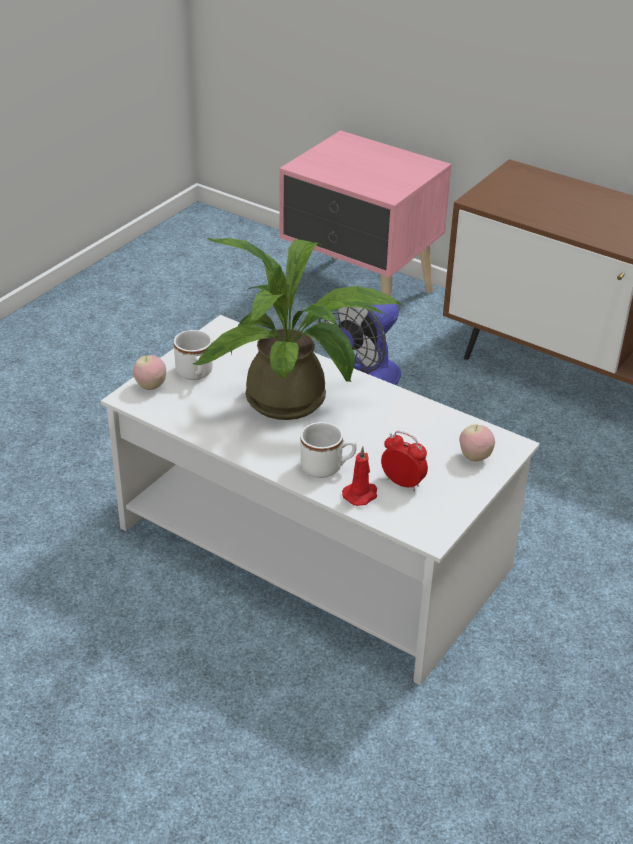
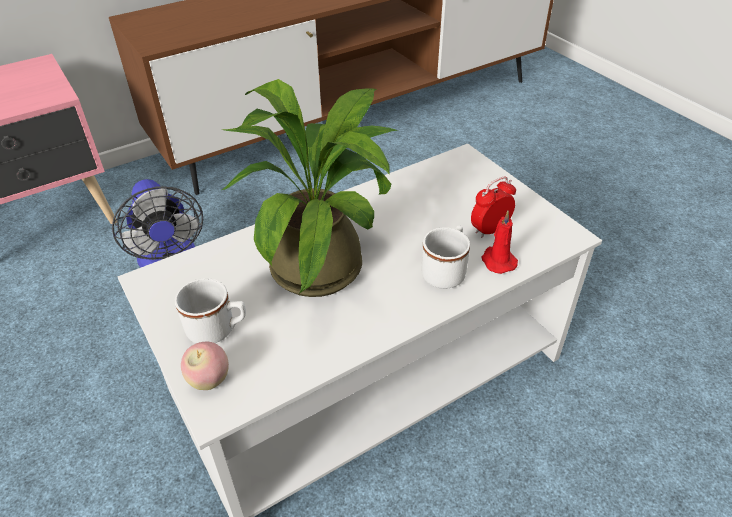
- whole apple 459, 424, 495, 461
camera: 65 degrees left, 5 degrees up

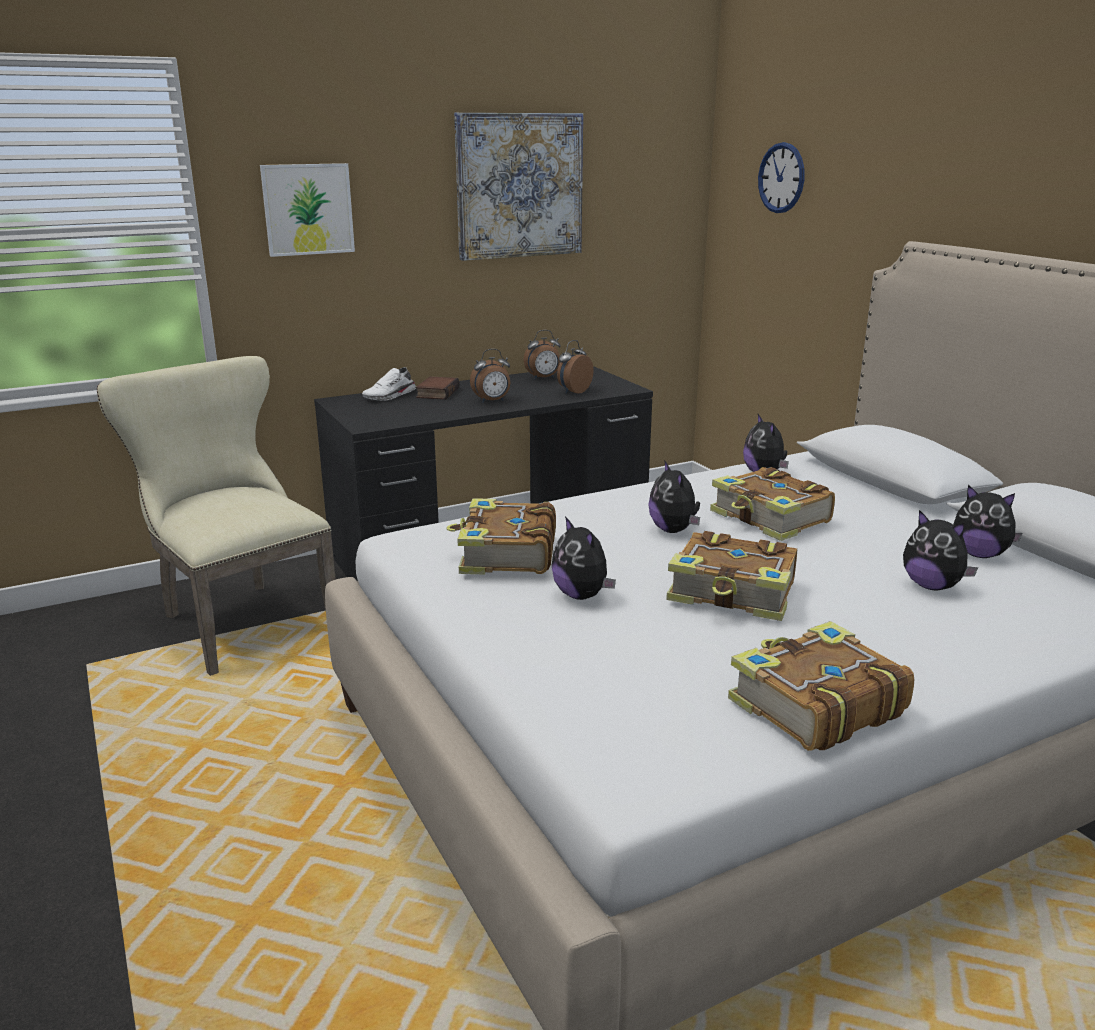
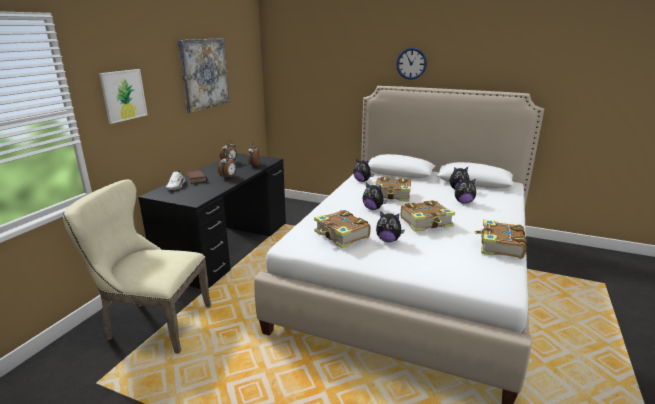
~ hanging clock 758, 142, 805, 213 to 396, 48, 427, 80
camera: 40 degrees left, 0 degrees up

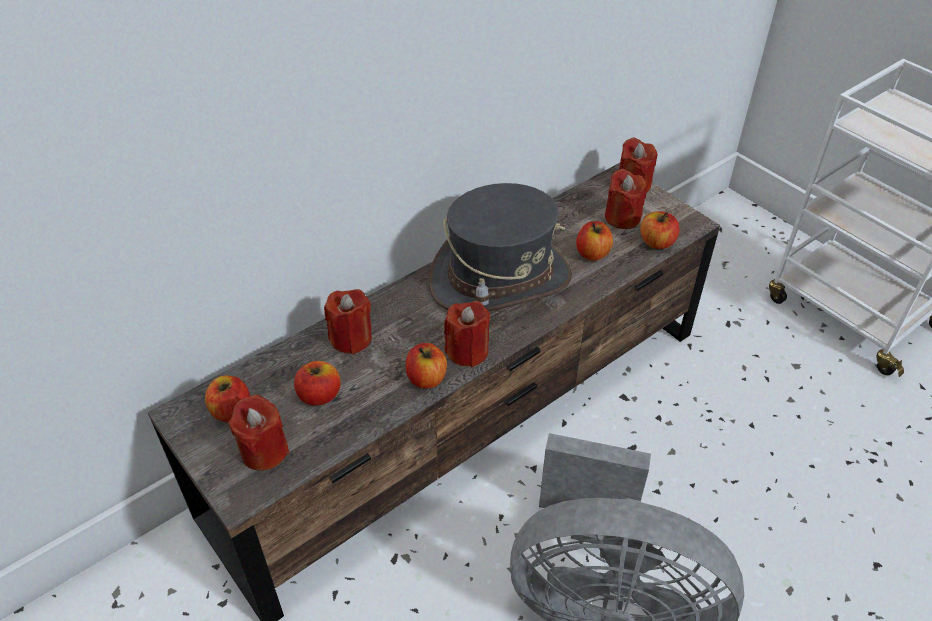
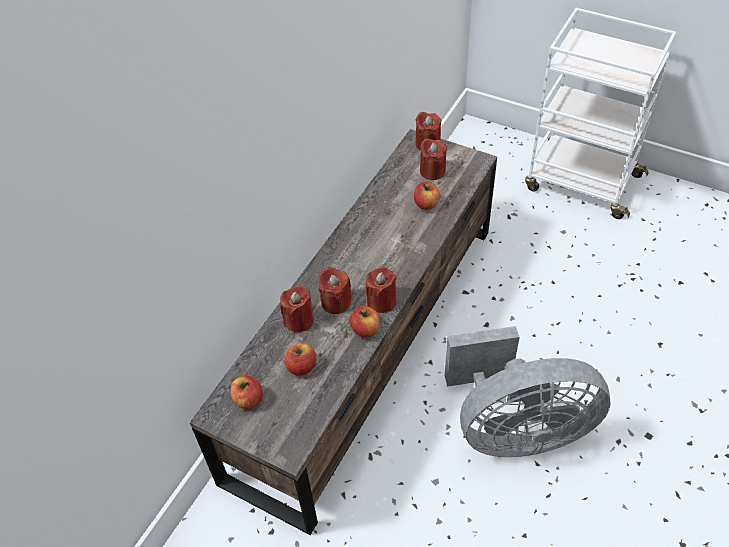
~ reddish wax light 228, 394, 289, 471 to 319, 267, 352, 314
- greyish clothing hat 429, 183, 572, 312
- whole apple 640, 211, 680, 249
camera: 20 degrees left, 5 degrees up

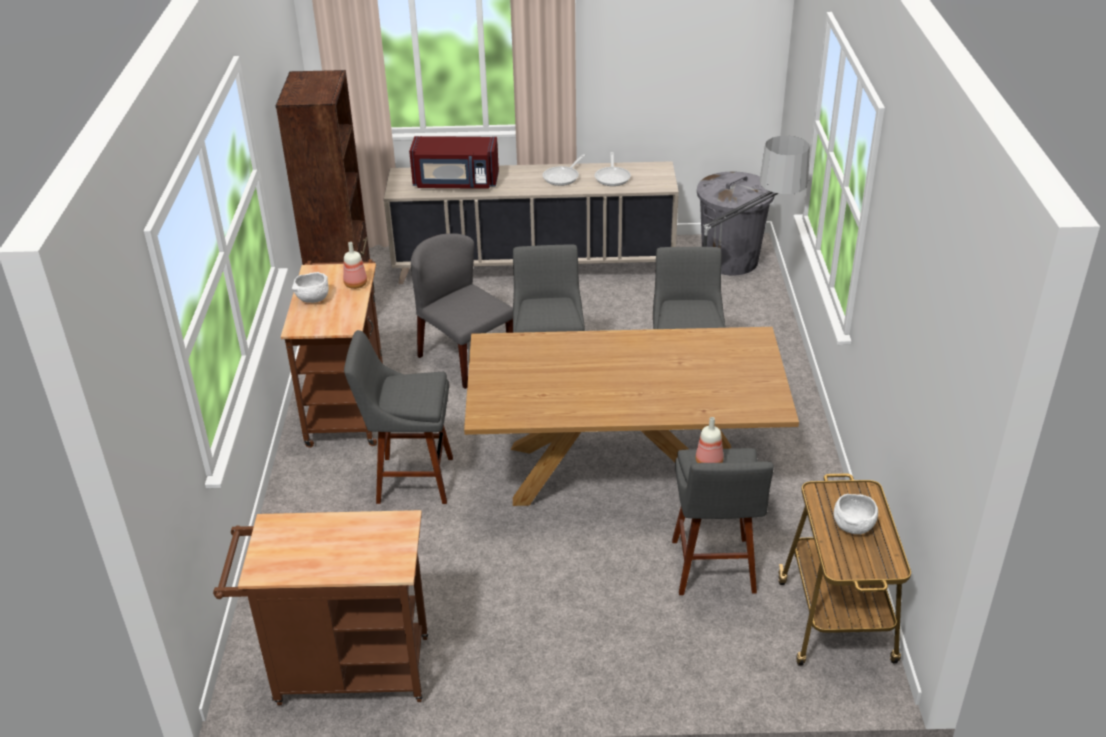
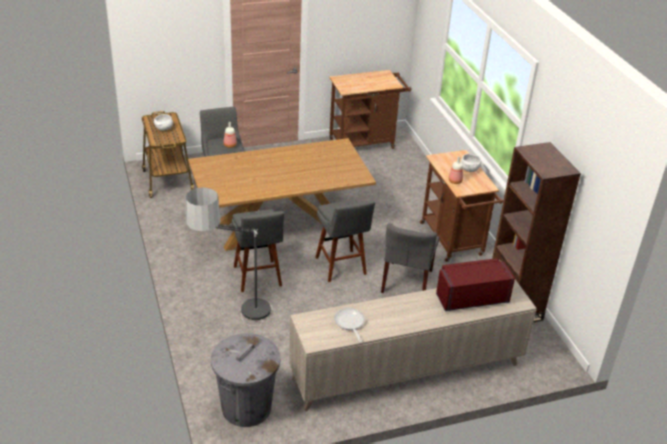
- greyish sitting stool 344, 330, 453, 504
~ greyish plain chair 411, 233, 513, 389 = 381, 223, 439, 293 75 degrees clockwise
- pan 543, 154, 585, 186
camera: 160 degrees right, 0 degrees up

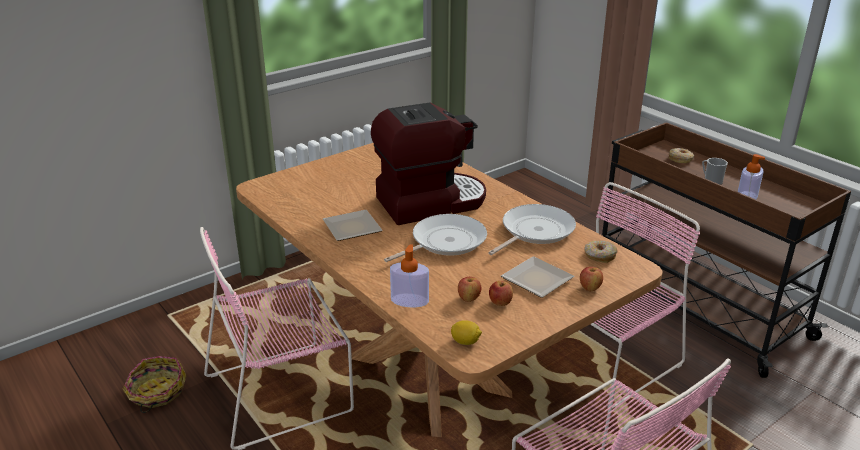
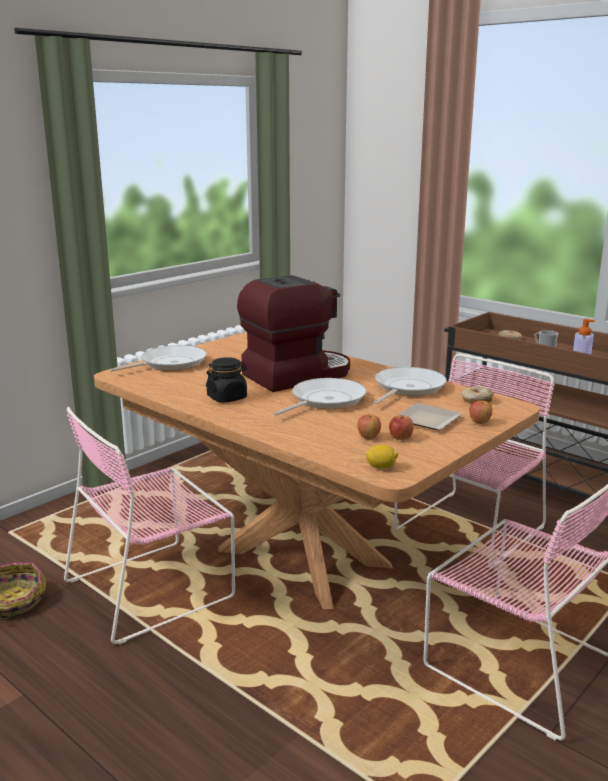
~ plate 323, 210, 383, 241 to blackish jar 206, 357, 247, 403
- soap bottle 390, 244, 429, 308
+ pan 109, 345, 207, 372
camera: 10 degrees left, 10 degrees down

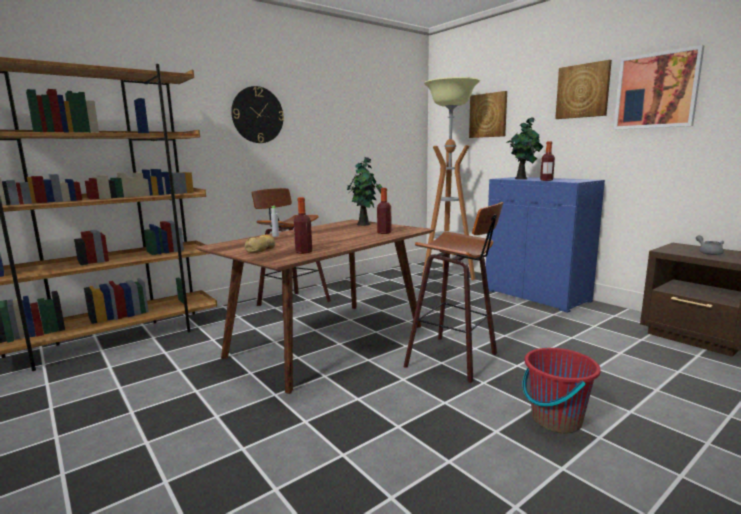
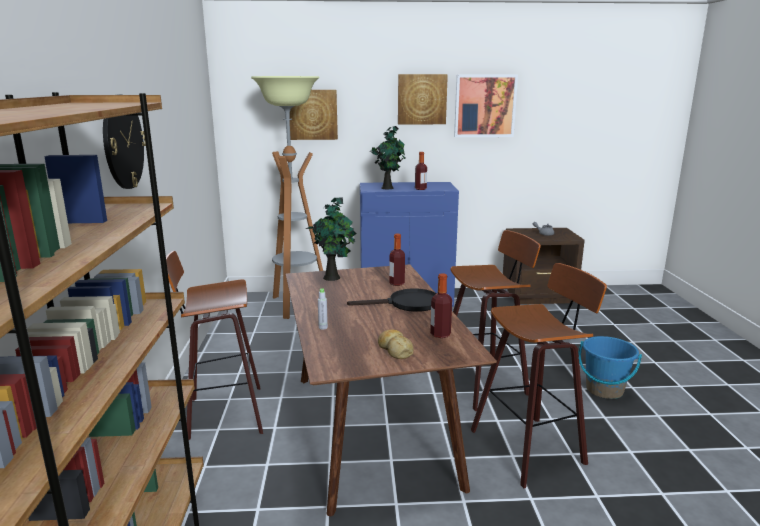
~ reddish bucket 522, 347, 601, 433 to blue-coloured bucket 578, 336, 642, 399
+ blackish pan 347, 289, 436, 312
+ sitting stool 471, 263, 607, 488
camera: 55 degrees left, 5 degrees up

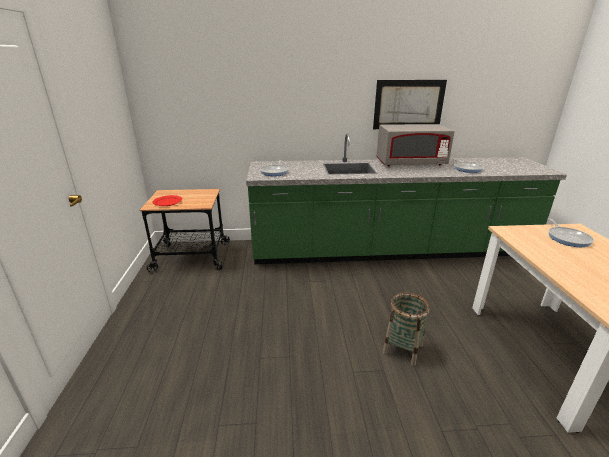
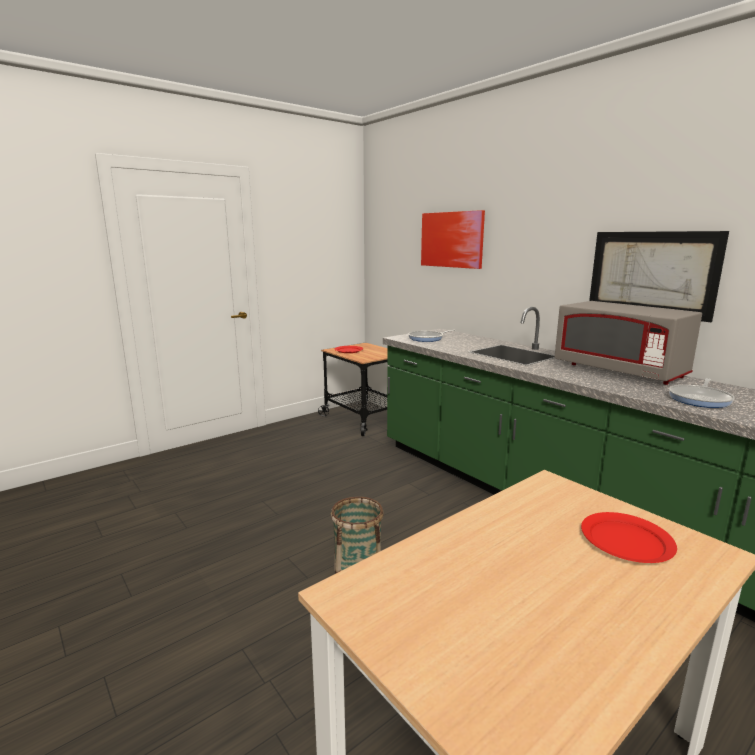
~ pan 547, 218, 594, 247 to reddish plate 581, 512, 677, 563
+ wall art 421, 210, 485, 269
camera: 55 degrees right, 10 degrees down

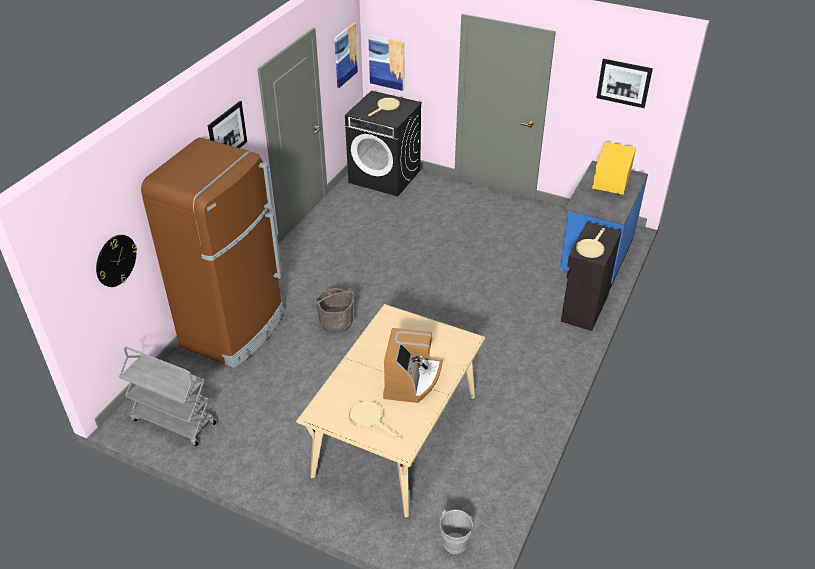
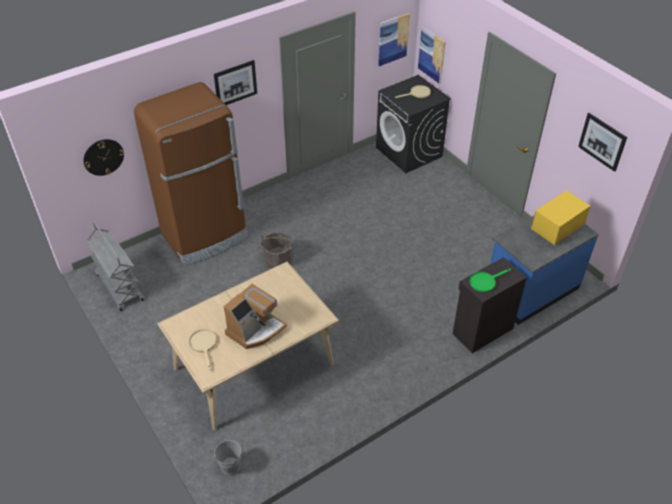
~ sand-coloured pan 576, 228, 605, 258 to green-coloured pan 469, 268, 511, 292
camera: 30 degrees right, 5 degrees up

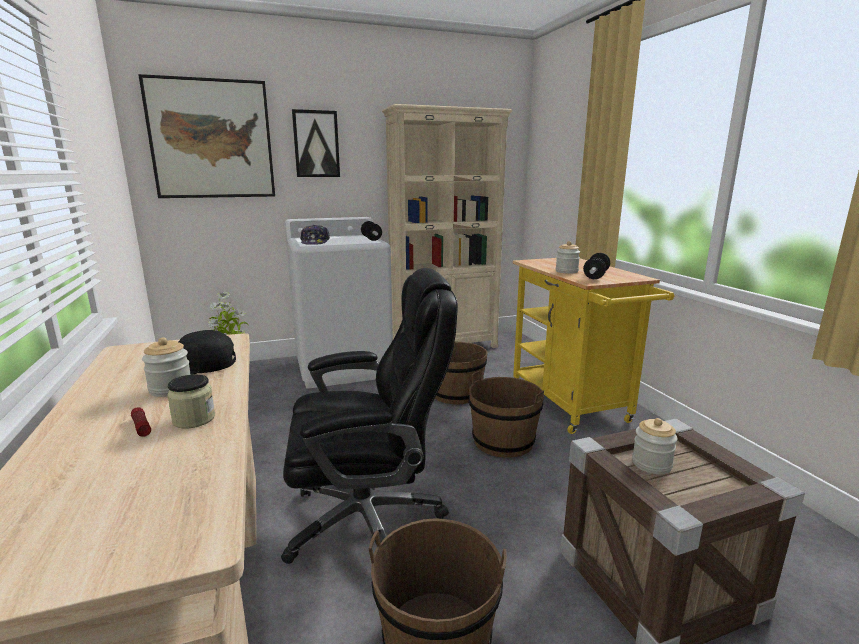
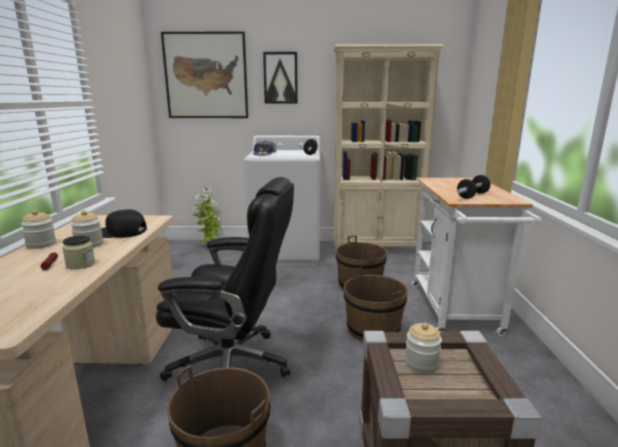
~ yellow cart 513, 258, 674, 434 to white-coloured cart 411, 178, 541, 336
~ jar 556, 241, 580, 274 to 21, 210, 56, 249
camera: 20 degrees right, 0 degrees up

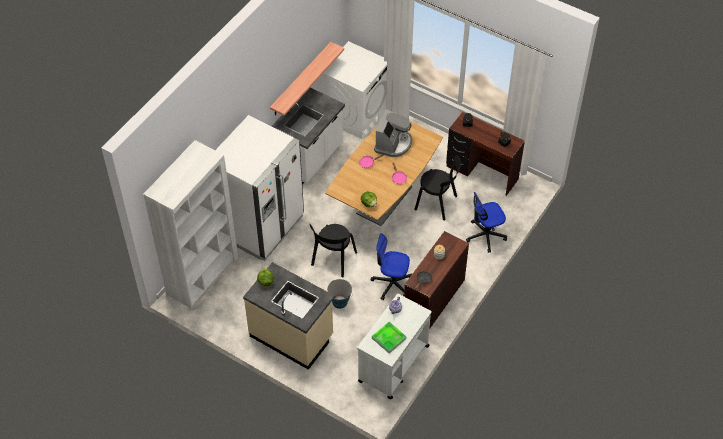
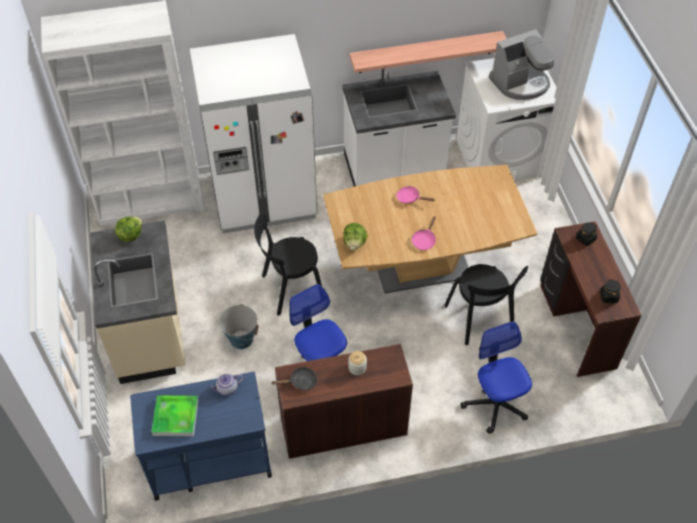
~ white-coloured cart 357, 294, 432, 399 to blue-coloured cart 130, 372, 272, 501
~ coffee machine 374, 109, 412, 157 to 489, 29, 554, 100
~ computer chair 466, 192, 507, 253 = 460, 321, 532, 434 45 degrees clockwise
camera: 45 degrees right, 0 degrees up

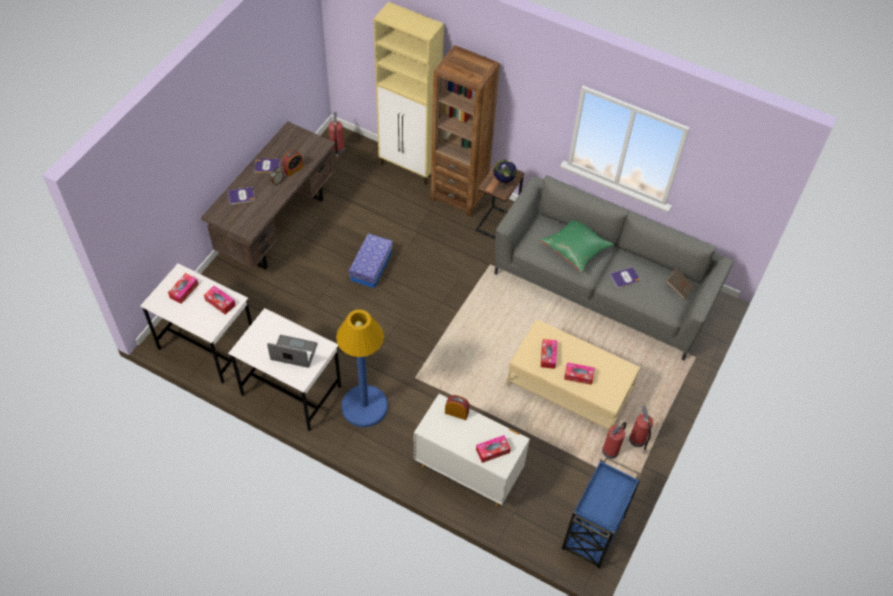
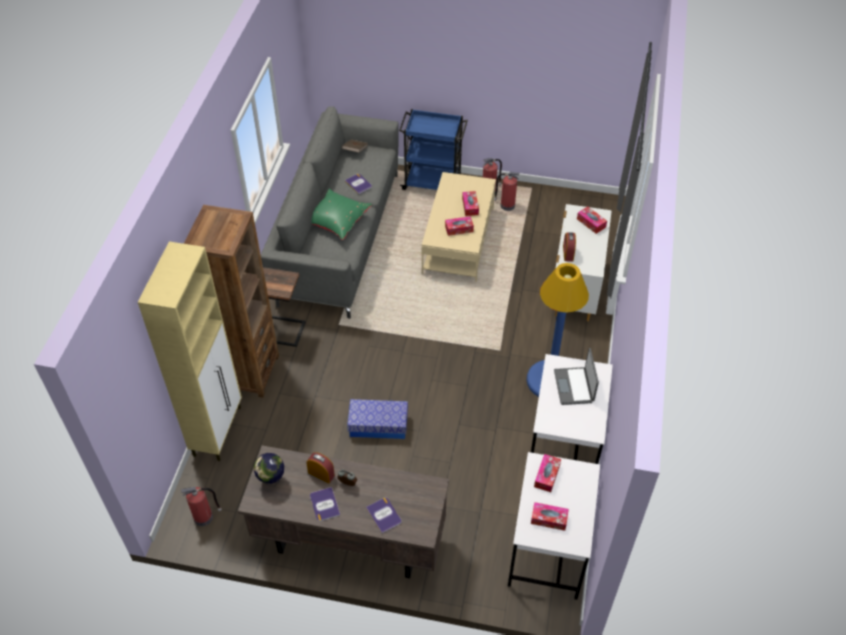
~ world globe 493, 160, 517, 188 to 254, 453, 284, 486
~ blue-coloured cart 562, 457, 641, 569 to 399, 109, 468, 190
camera: 105 degrees left, 5 degrees down

